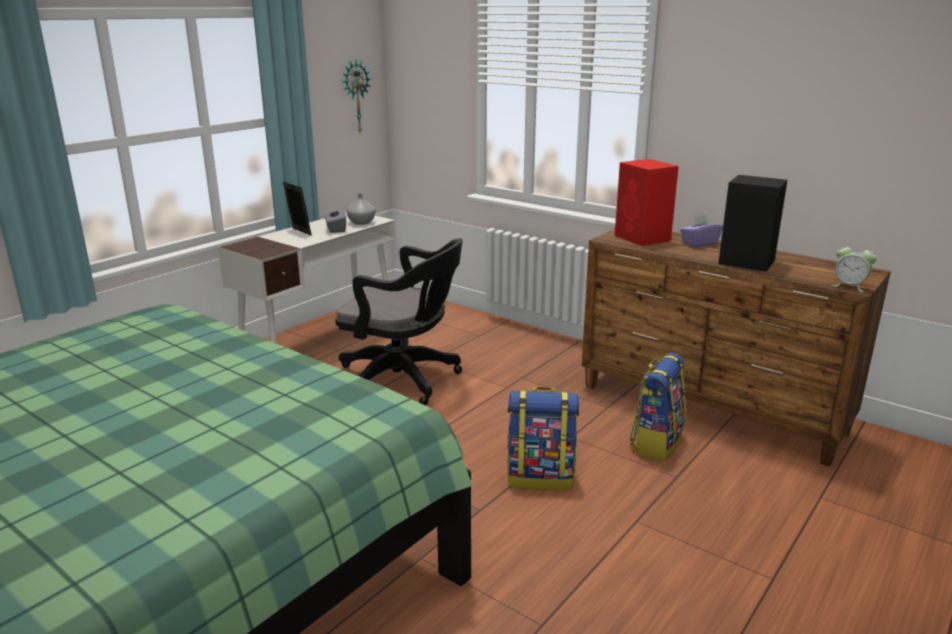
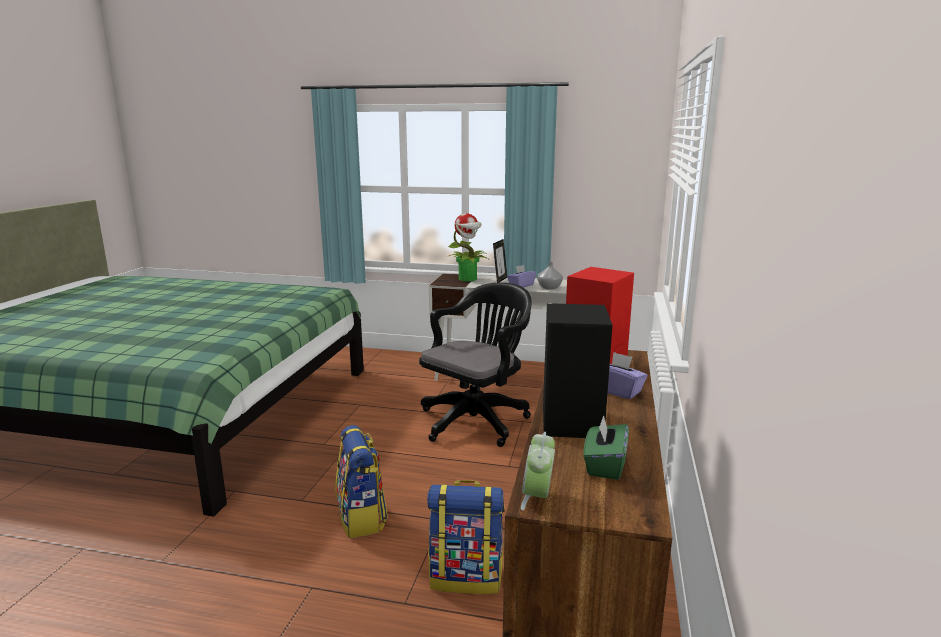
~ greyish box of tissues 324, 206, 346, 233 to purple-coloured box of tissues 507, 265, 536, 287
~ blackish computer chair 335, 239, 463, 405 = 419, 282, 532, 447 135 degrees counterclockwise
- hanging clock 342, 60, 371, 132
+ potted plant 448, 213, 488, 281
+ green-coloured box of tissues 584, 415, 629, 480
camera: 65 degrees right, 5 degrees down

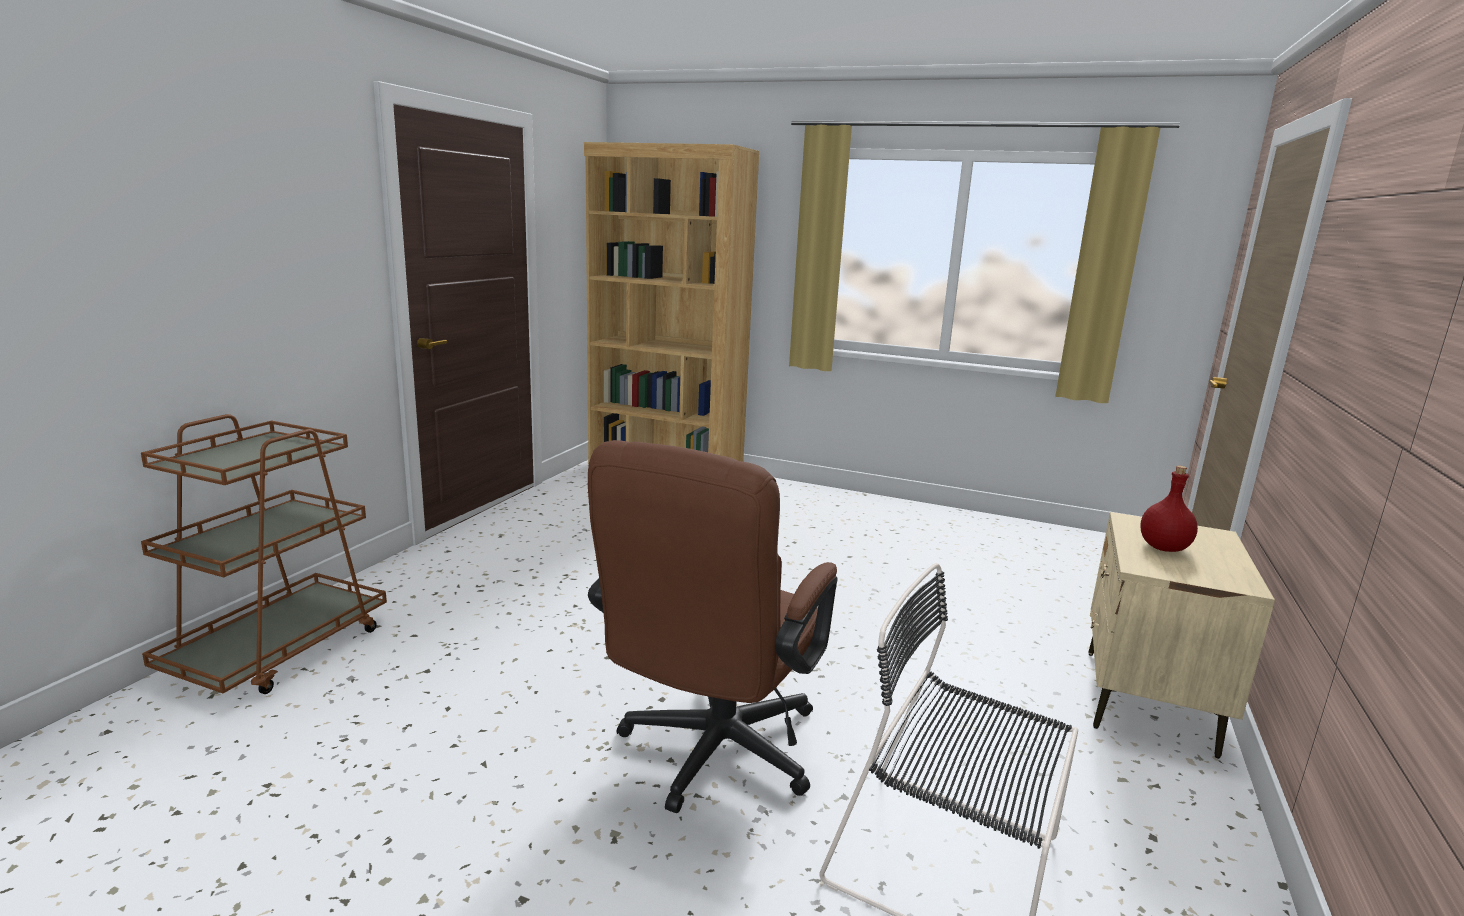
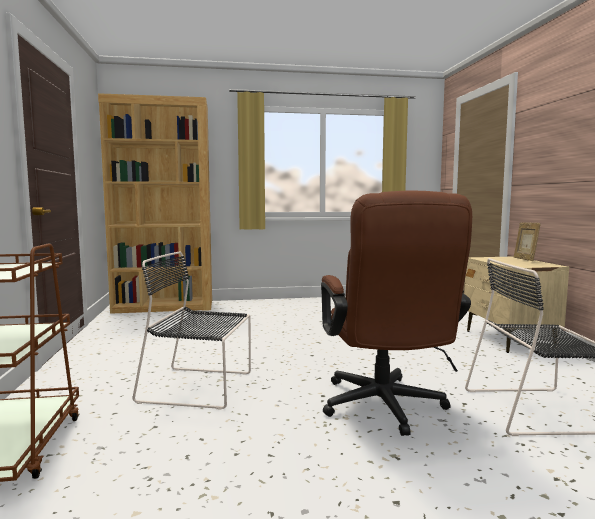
- reddish drink bottle 1140, 465, 1198, 552
+ blackish plain chair 132, 251, 251, 410
+ standing frame 514, 222, 541, 261
camera: 30 degrees left, 10 degrees down

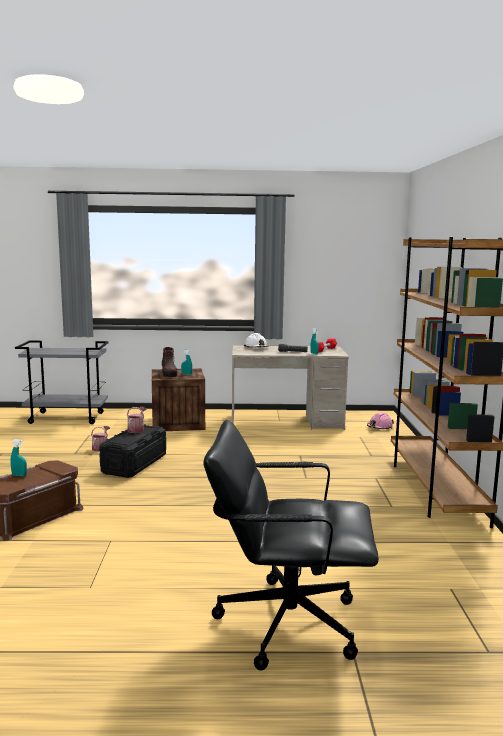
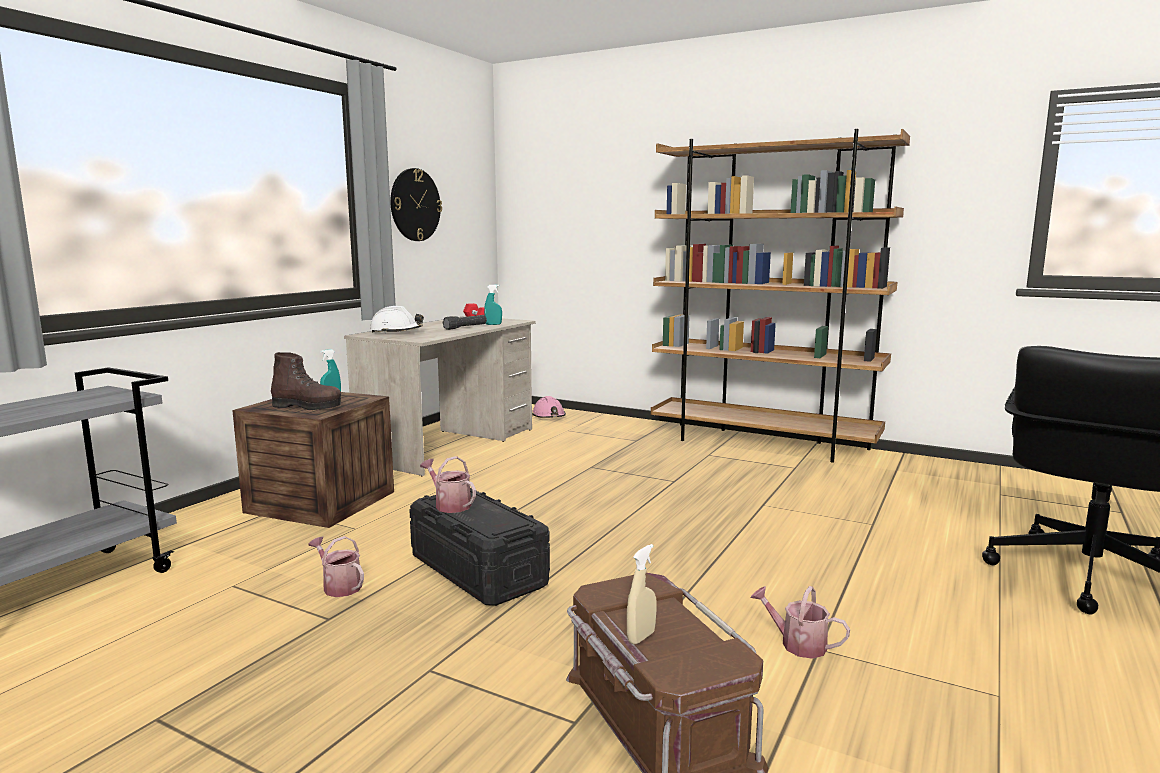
~ turquoise-coloured sprayer 10, 439, 27, 476 to sand-coloured sprayer 627, 544, 656, 644
+ hanging clock 390, 168, 442, 241
+ watering pot 751, 586, 850, 659
camera: 60 degrees left, 0 degrees up

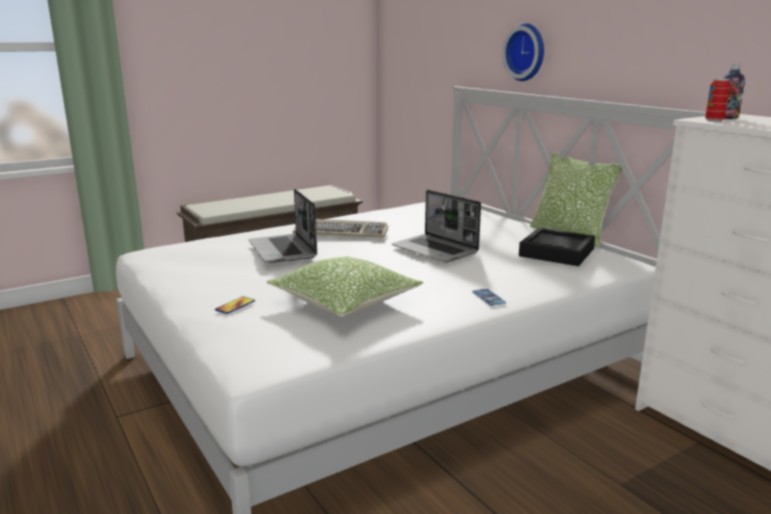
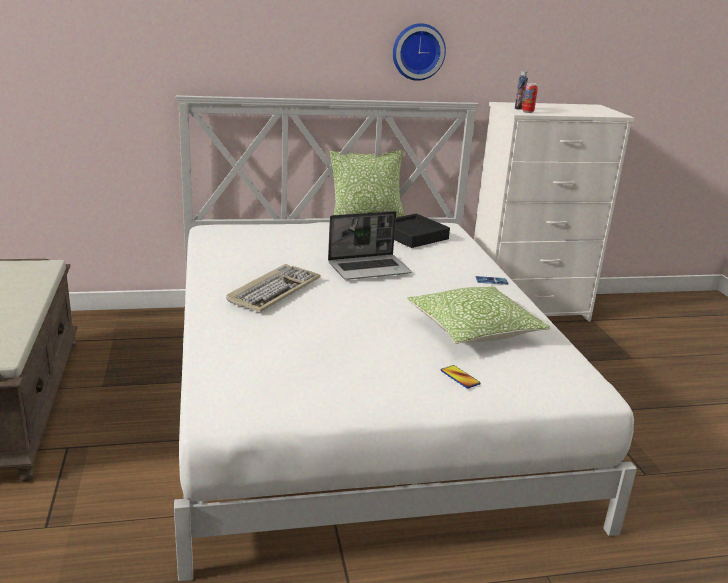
- laptop 249, 189, 317, 263
~ hanging clock 502, 23, 544, 81 to 393, 23, 446, 81
camera: 70 degrees left, 5 degrees up

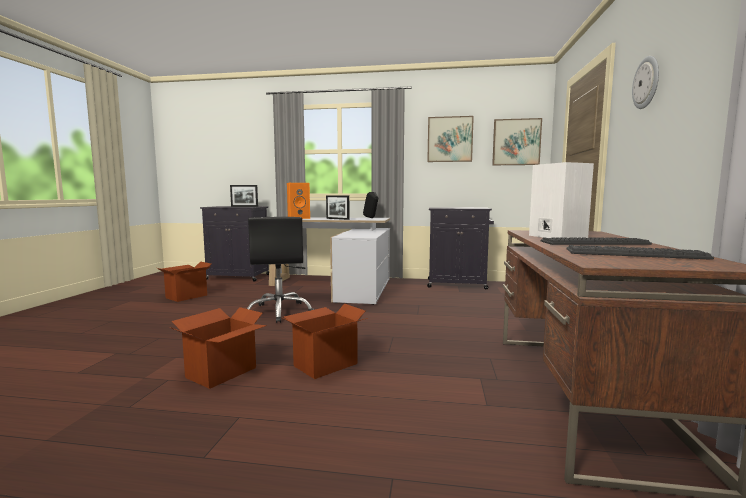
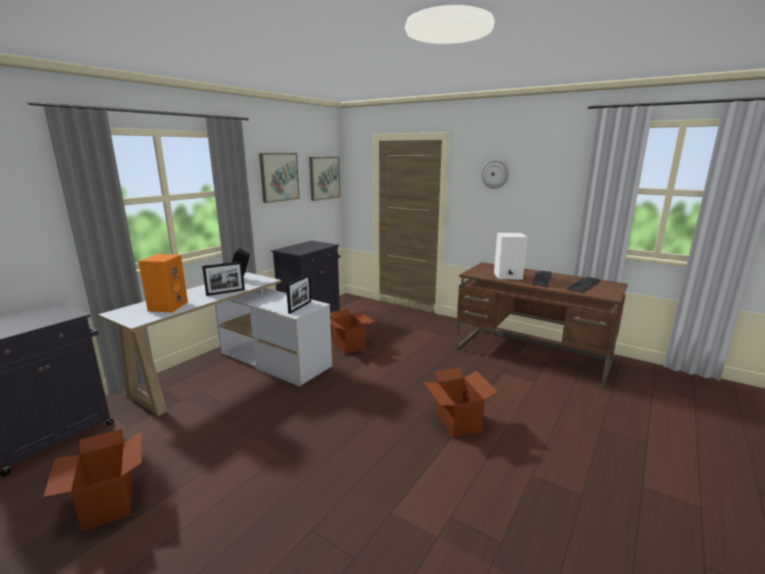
~ carton 169, 307, 267, 389 to 330, 309, 375, 354
~ standing frame 230, 185, 258, 207 to 286, 274, 311, 314
- blackish computer chair 247, 217, 314, 323
camera: 65 degrees left, 10 degrees up

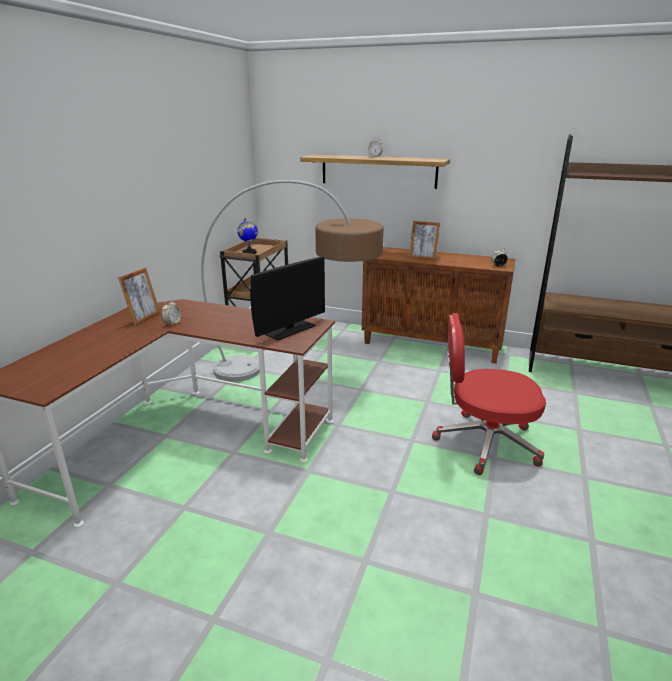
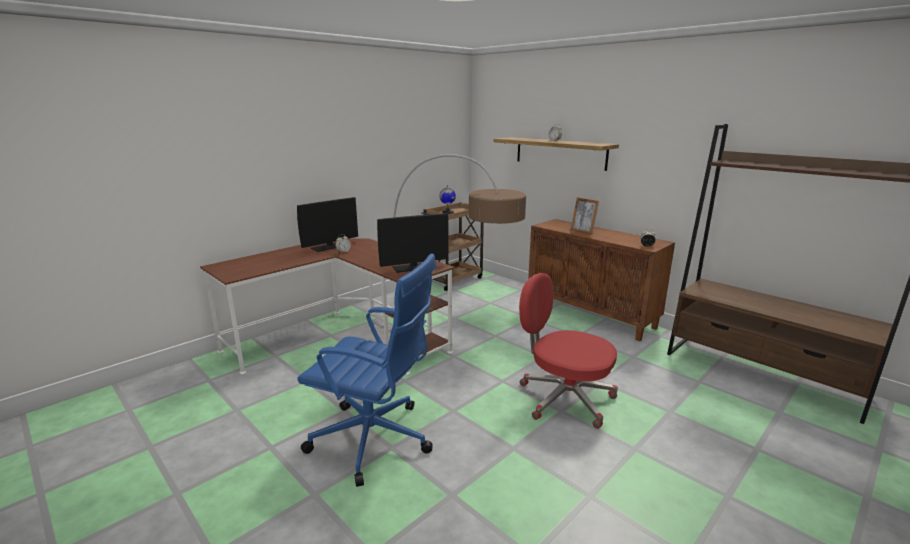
~ standing frame 118, 268, 160, 326 to computer display 297, 197, 358, 252
+ blue-coloured computer chair 297, 253, 436, 487
camera: 25 degrees right, 5 degrees down

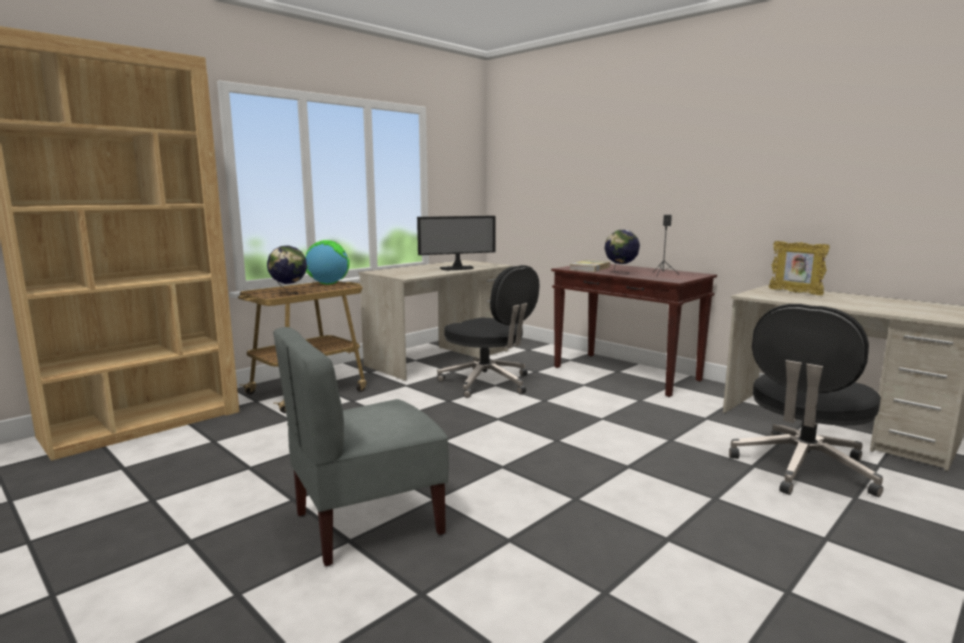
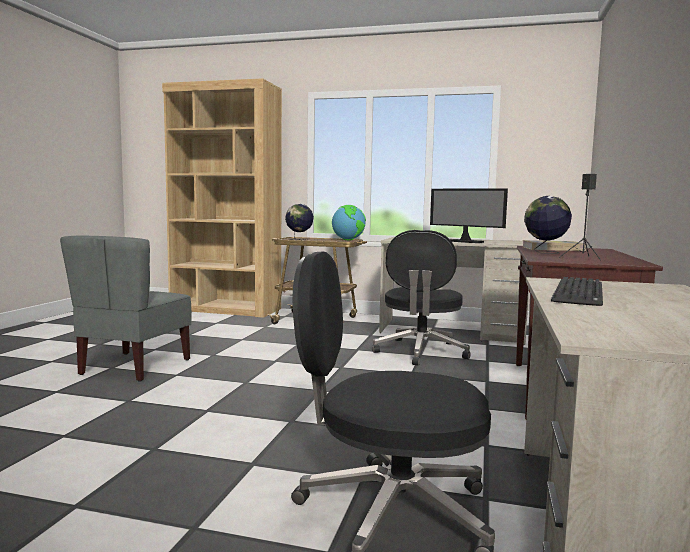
~ greyish plain chair 273, 327, 449, 566 = 60, 236, 191, 382 105 degrees counterclockwise
- standing frame 769, 241, 830, 295
+ PC keyboard 551, 277, 603, 306
camera: 60 degrees right, 5 degrees down

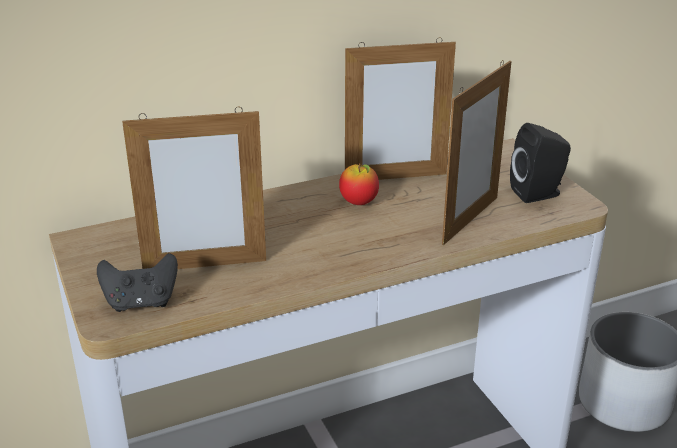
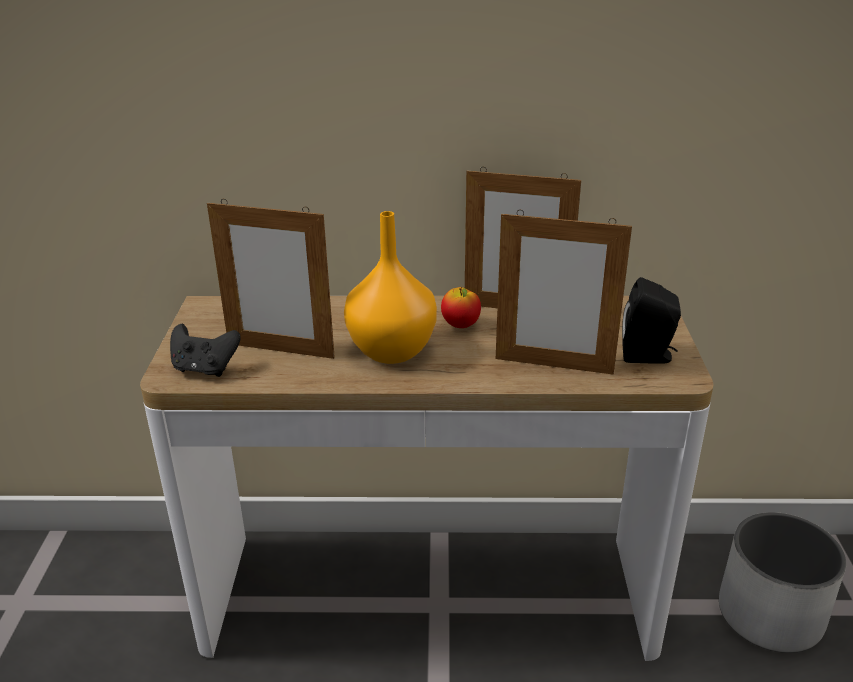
~ standing frame 442, 60, 512, 245 = 496, 210, 632, 375 45 degrees clockwise
+ orange-coloured flower vase 344, 211, 437, 364
camera: 25 degrees right, 0 degrees up

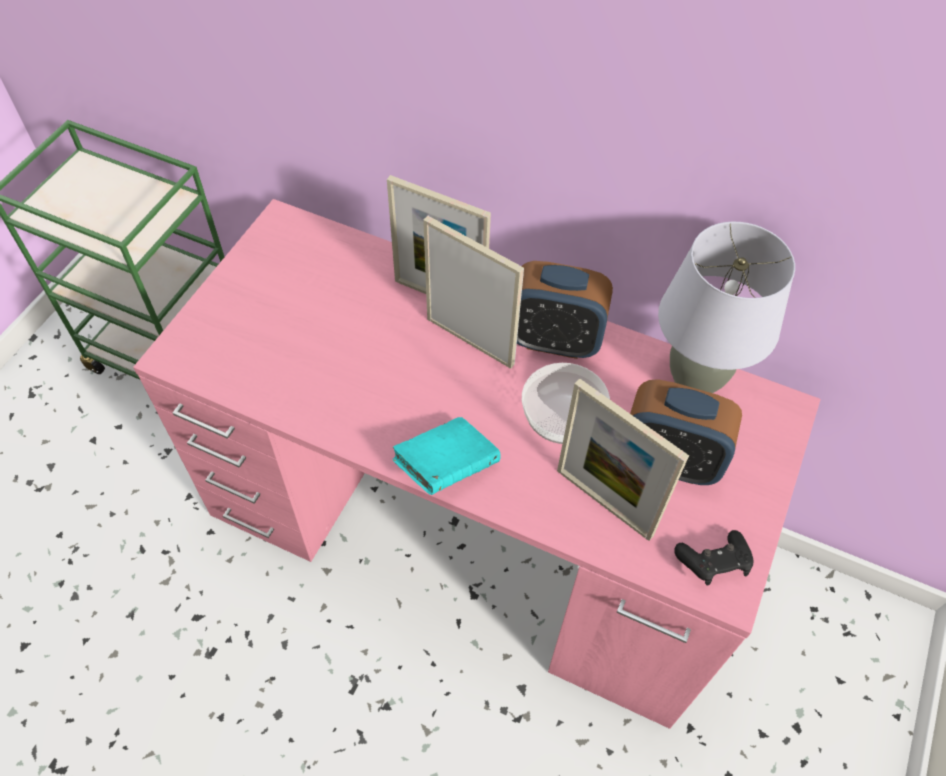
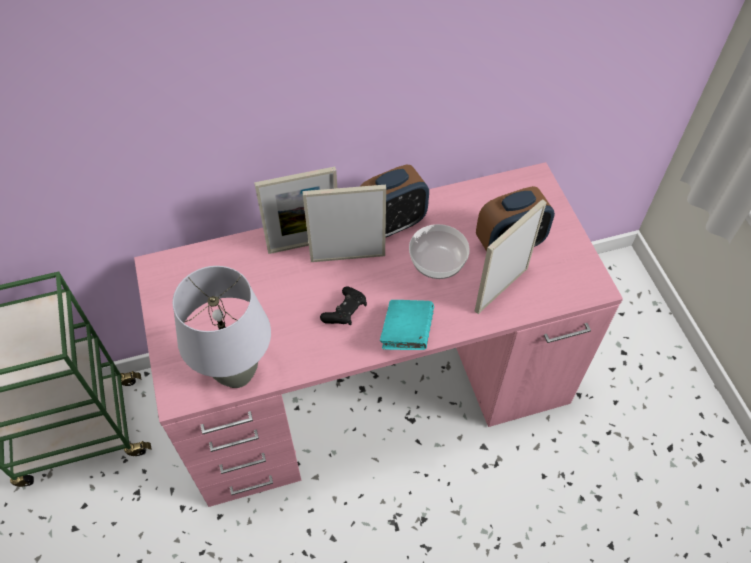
~ standing frame 557, 379, 689, 541 = 475, 199, 547, 314 135 degrees clockwise
~ greyish lamp for a table 658, 222, 795, 393 to 173, 266, 271, 388
~ blackish game controller 674, 530, 753, 586 to 320, 286, 367, 325
camera: 40 degrees left, 0 degrees up

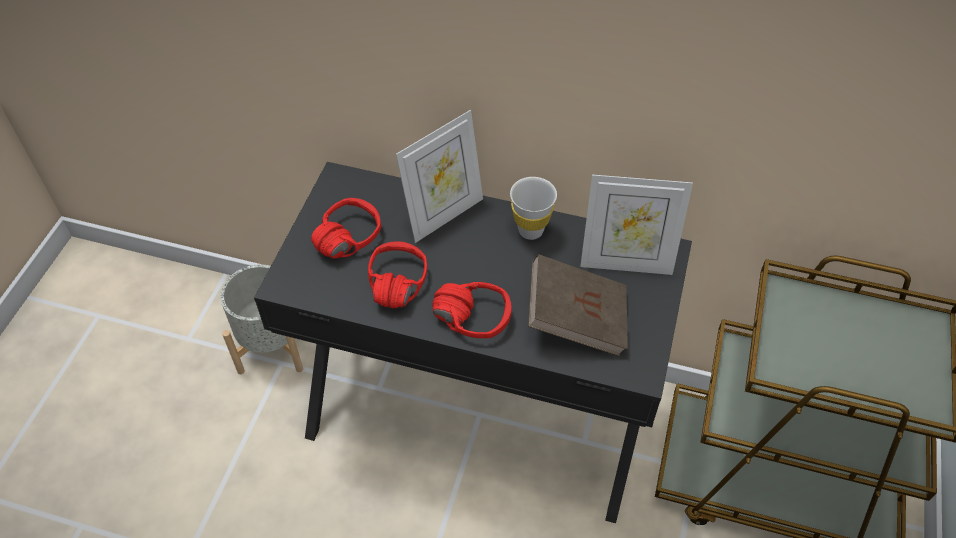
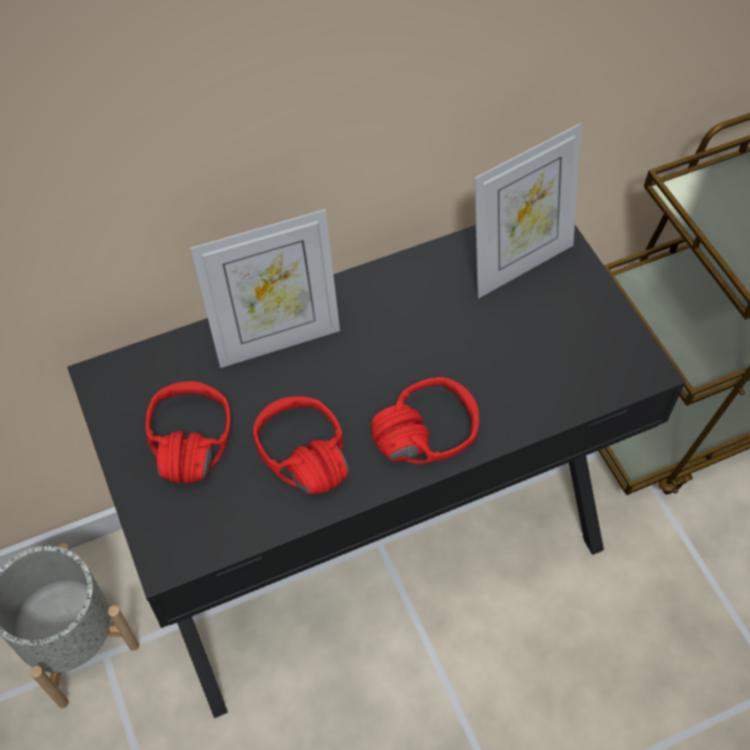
~ standing frame 396, 110, 483, 243 = 190, 209, 340, 368 60 degrees clockwise
- white-coloured cup 510, 177, 557, 240
- brownish volume 528, 254, 628, 356
camera: 40 degrees left, 5 degrees up

